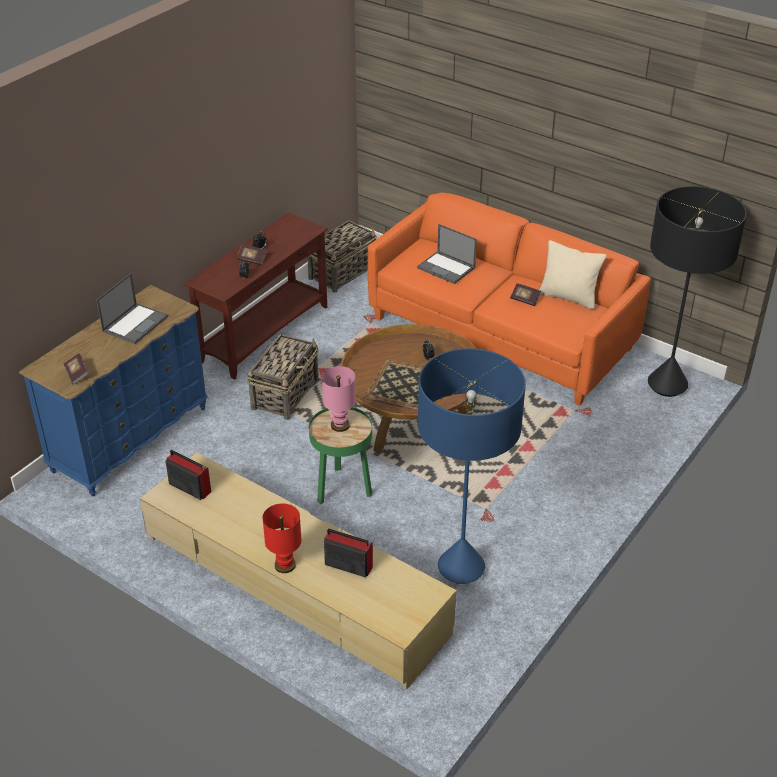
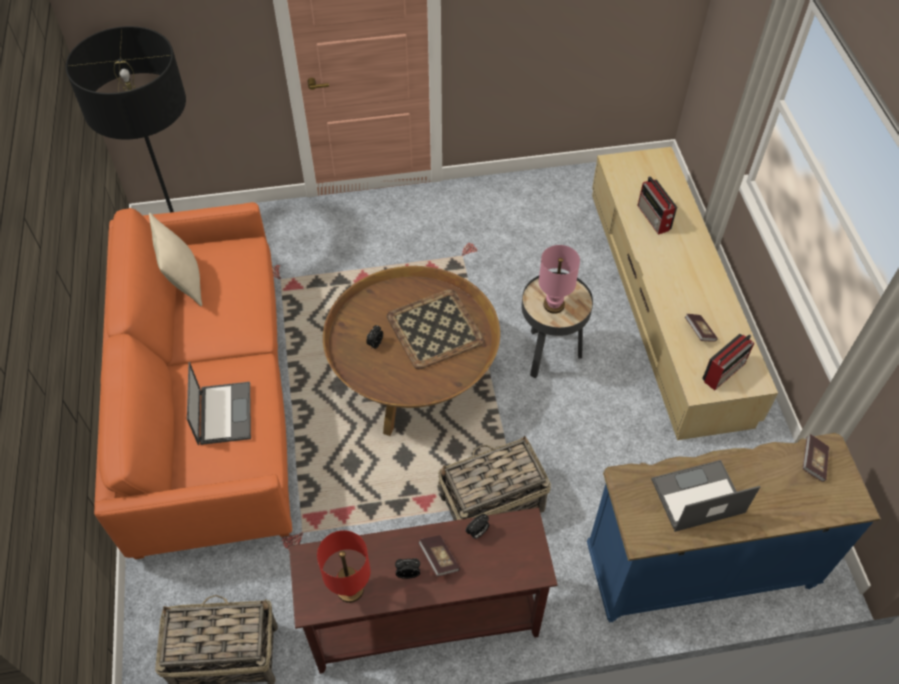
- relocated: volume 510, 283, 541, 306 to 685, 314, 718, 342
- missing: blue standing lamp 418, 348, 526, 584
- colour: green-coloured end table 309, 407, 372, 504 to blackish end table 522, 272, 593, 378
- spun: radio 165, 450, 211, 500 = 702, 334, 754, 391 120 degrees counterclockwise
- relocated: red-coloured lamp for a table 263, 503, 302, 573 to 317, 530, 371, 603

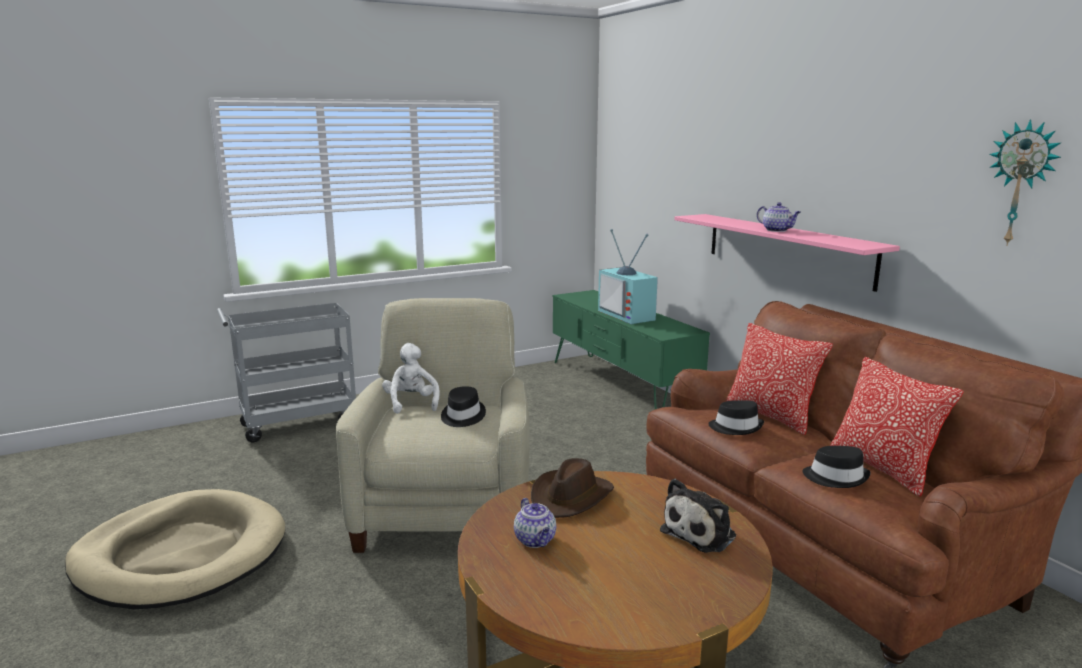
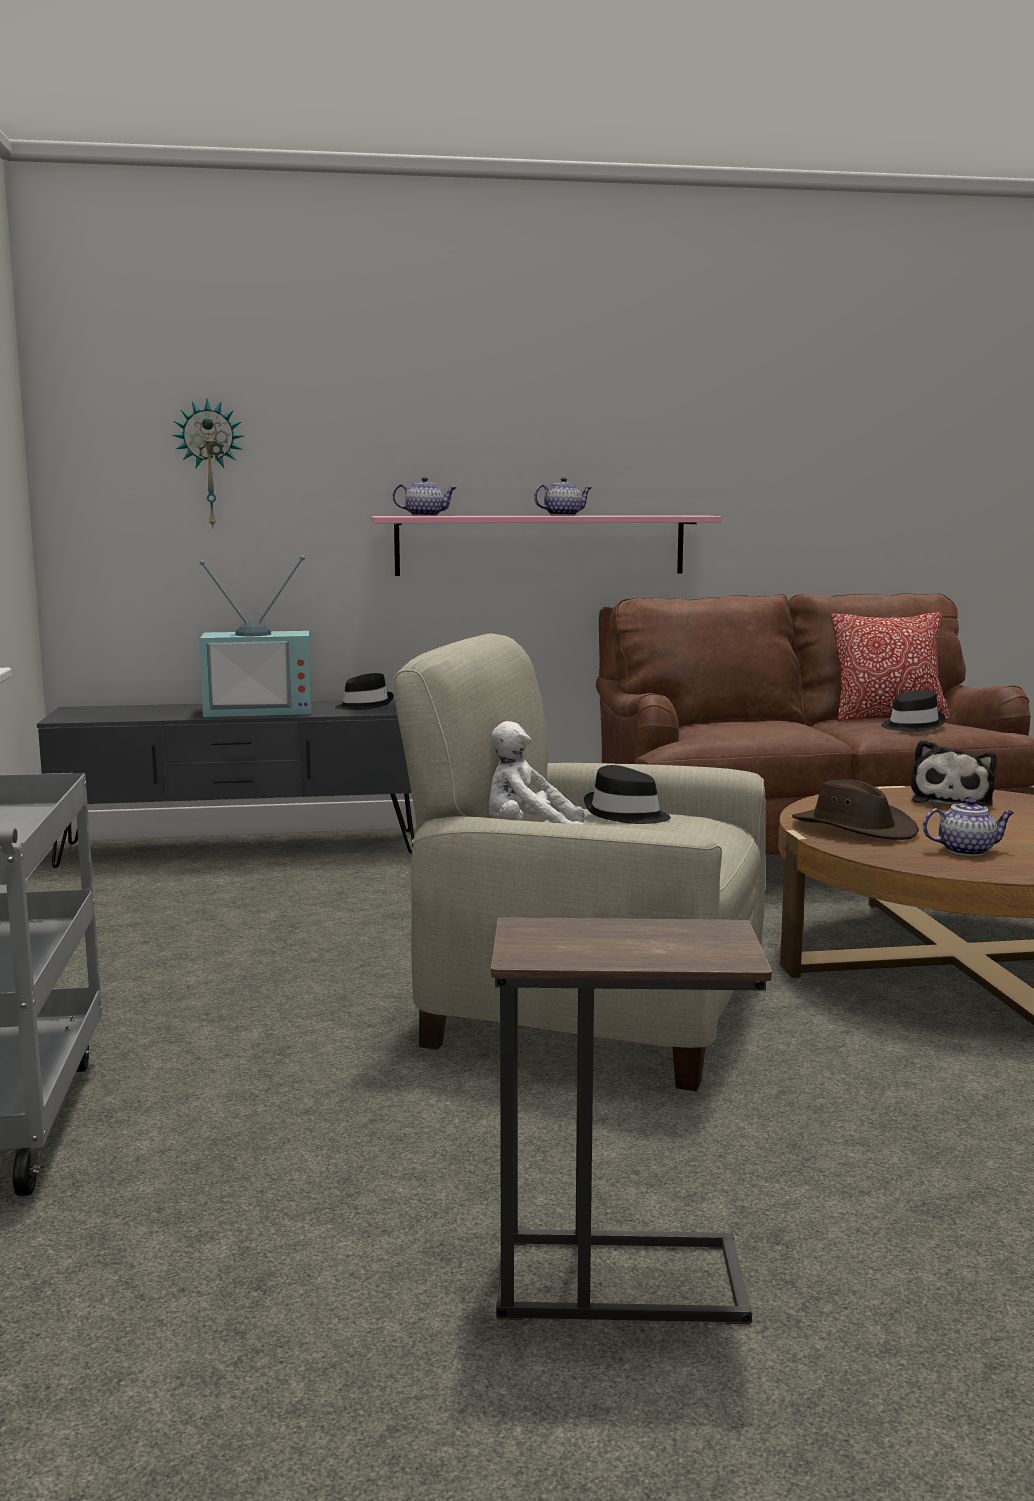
- relocated: clock on the wall 989, 119, 1061, 246 to 172, 399, 244, 530
- colour: green-coloured tv unit 553, 290, 710, 409 to grey tv unit 37, 699, 414, 868
- missing: pillow 725, 323, 833, 435
- relocated: blackish wearable hat 708, 400, 764, 435 to 335, 673, 394, 710
- spun: cuddly toy 660, 479, 736, 553 = 910, 740, 997, 806 45 degrees clockwise
- exchanged: beige-coloured dog cushion 65, 489, 285, 609 to brownish end table 491, 917, 772, 1324
- appeared: pot for tea 393, 477, 456, 516

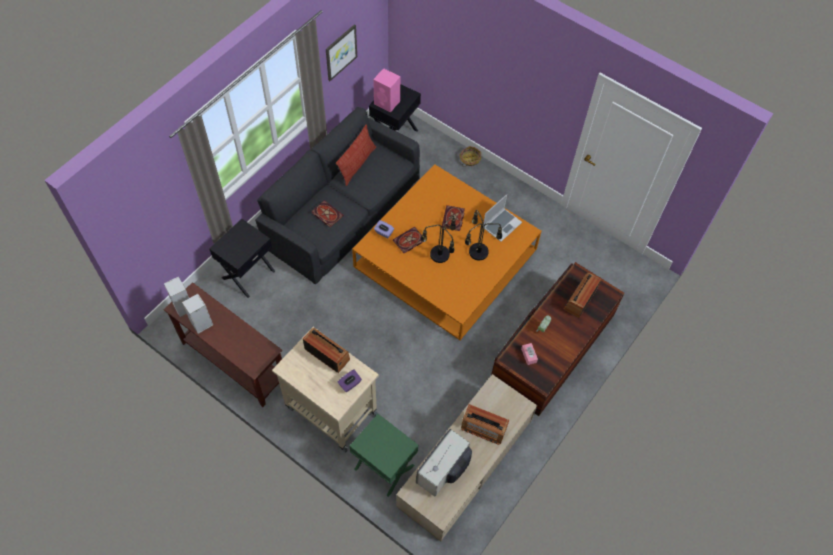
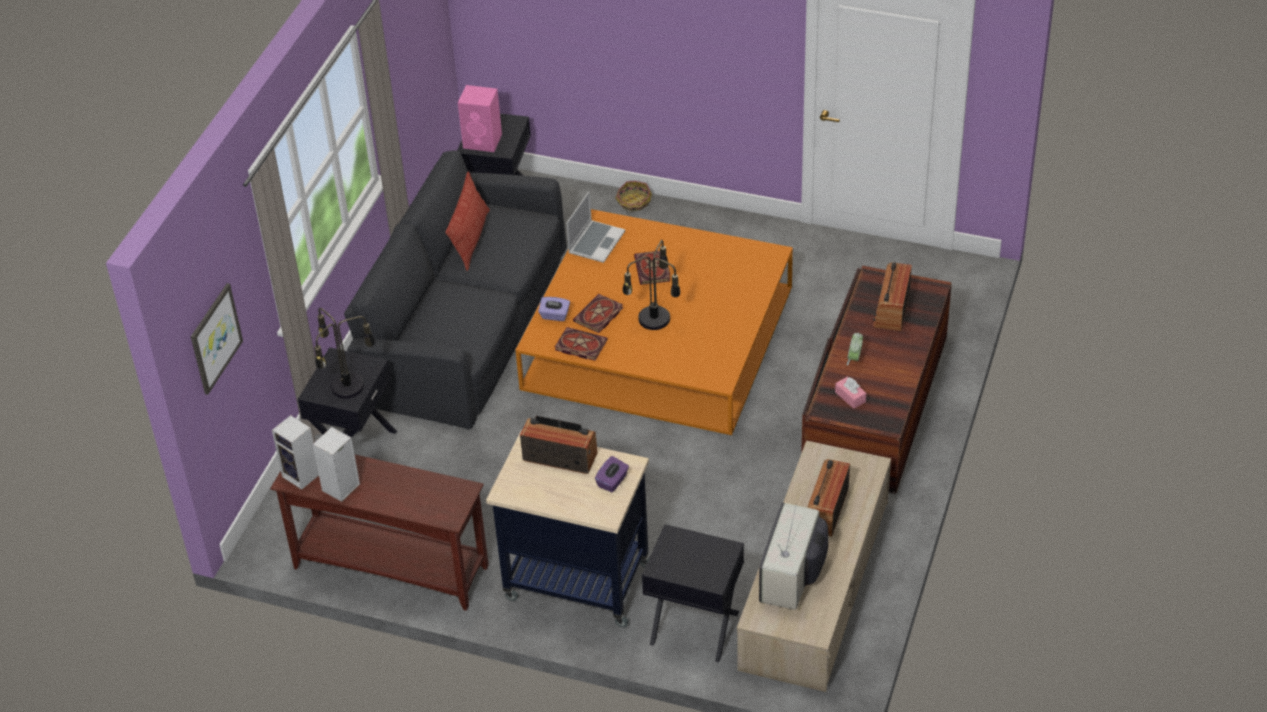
- relocated: wall art 326, 24, 357, 81 to 191, 283, 243, 395
- relocated: portable computer 483, 194, 522, 242 to 567, 191, 625, 263
- relocated: volume 312, 200, 344, 227 to 555, 327, 608, 361
- relocated: lamp for a table 465, 210, 502, 260 to 314, 308, 375, 399
- colour: beige-coloured wheeled cart 272, 327, 379, 452 to blue wheeled cart 486, 430, 649, 627
- spun: radio 461, 404, 509, 445 = 807, 459, 850, 536 105 degrees clockwise
- colour: green-coloured end table 350, 414, 419, 497 to blackish end table 642, 524, 744, 662

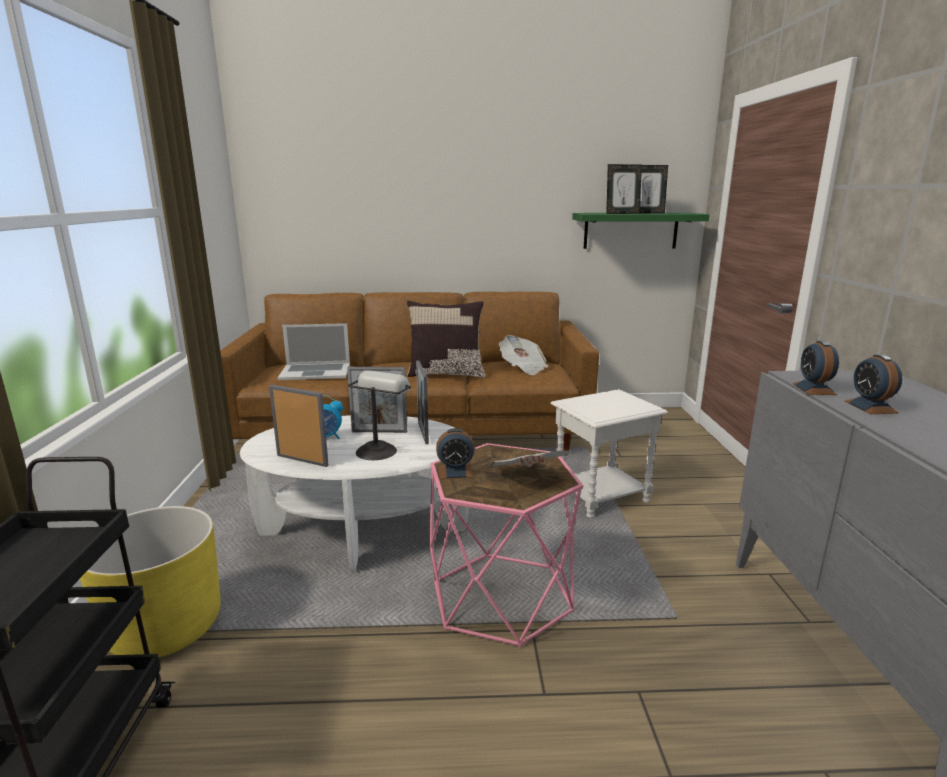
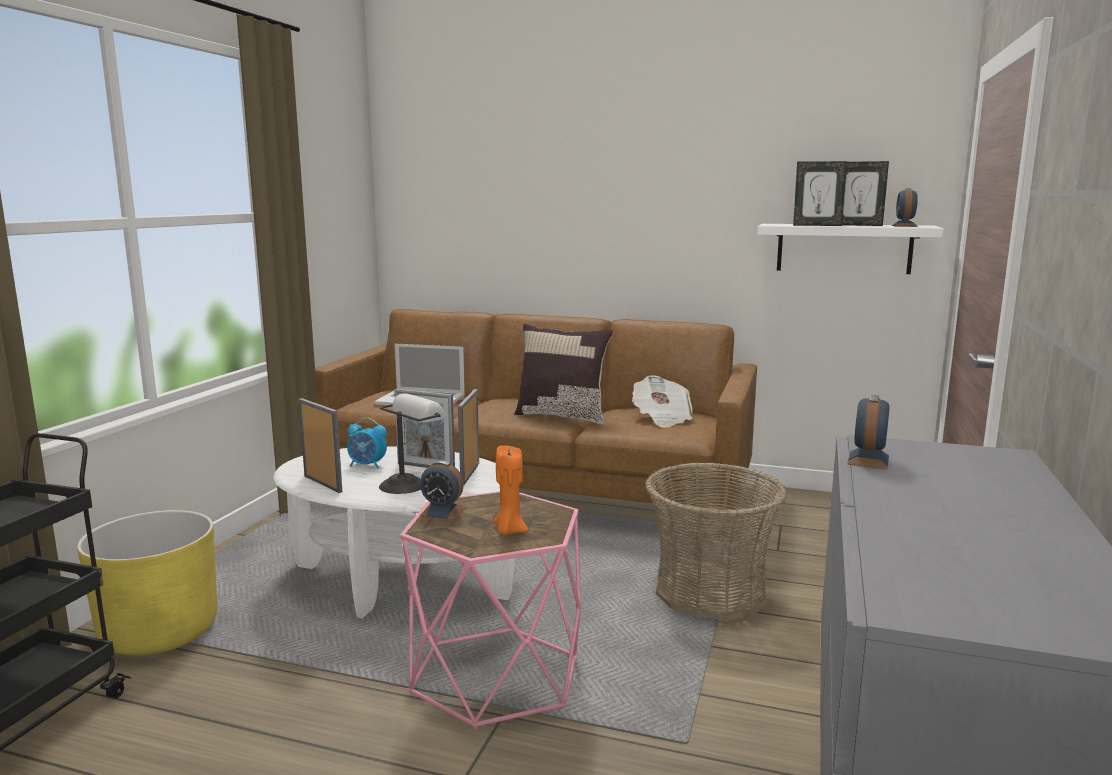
- colour: green-coloured shelf 572, 213, 709, 249 to white-coloured shelf 757, 224, 943, 274
- relocated: table clock 844, 355, 902, 414 to 892, 188, 918, 227
- exchanged: white-coloured end table 550, 389, 668, 517 to household basket 645, 463, 787, 622
- exchanged: newspaper 488, 450, 570, 467 to orange-coloured wax light 493, 445, 529, 535

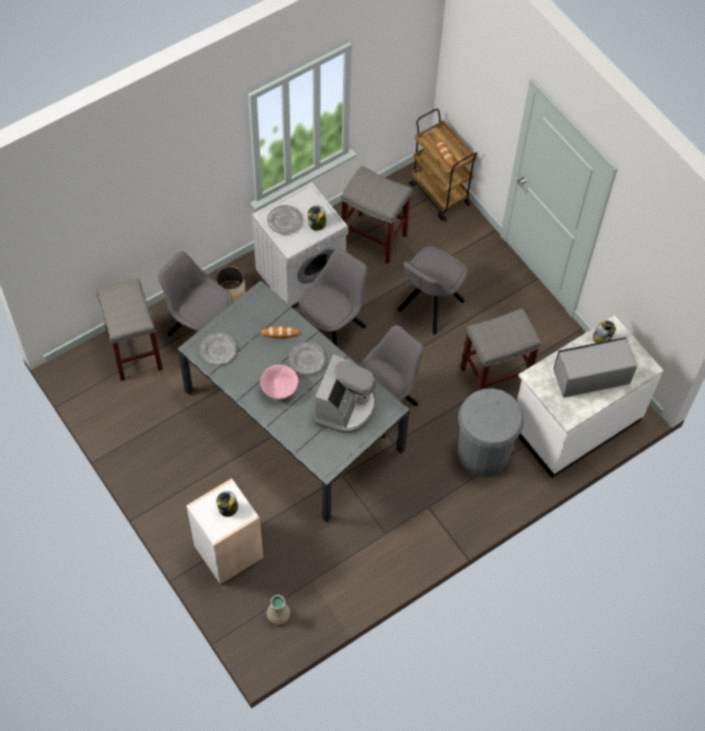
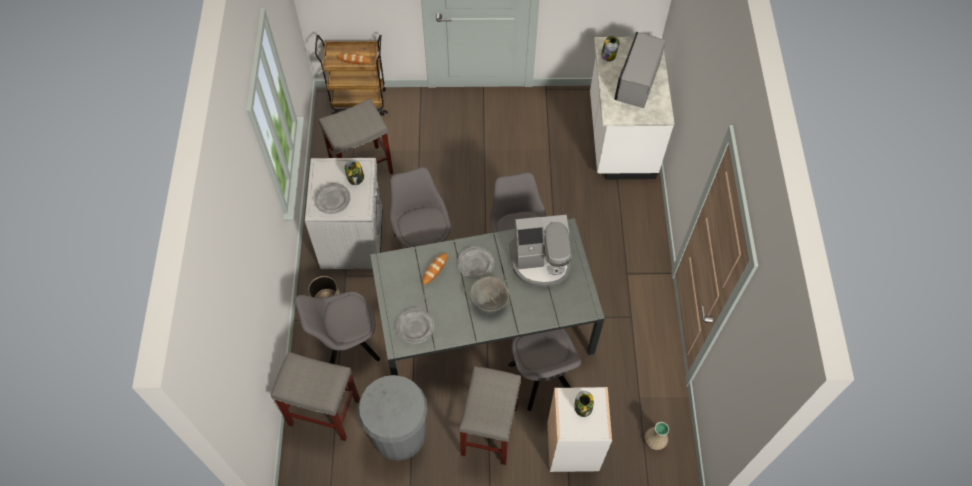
- relocated: grey chair 397, 246, 468, 334 to 508, 329, 581, 411
- relocated: grey stool 460, 308, 541, 391 to 459, 366, 521, 465
- spun: coffee machine 313, 354, 377, 433 = 509, 215, 572, 287 120 degrees clockwise
- colour: pinkish deep dish 260, 365, 298, 399 to grey deep dish 470, 276, 509, 312
- relocated: grey rubbish bin 458, 388, 524, 477 to 358, 375, 428, 461

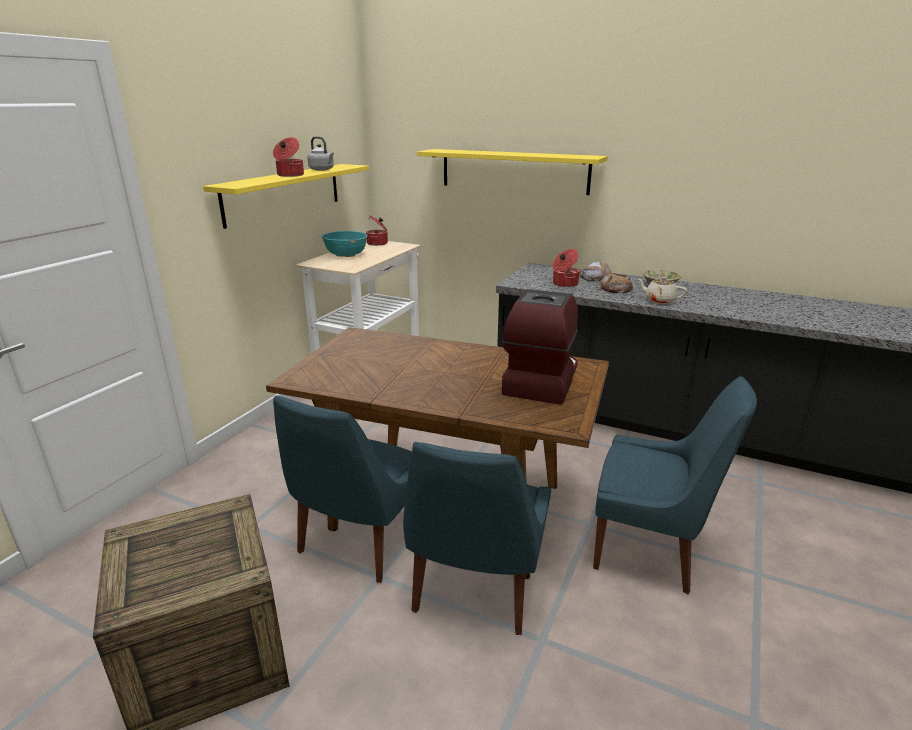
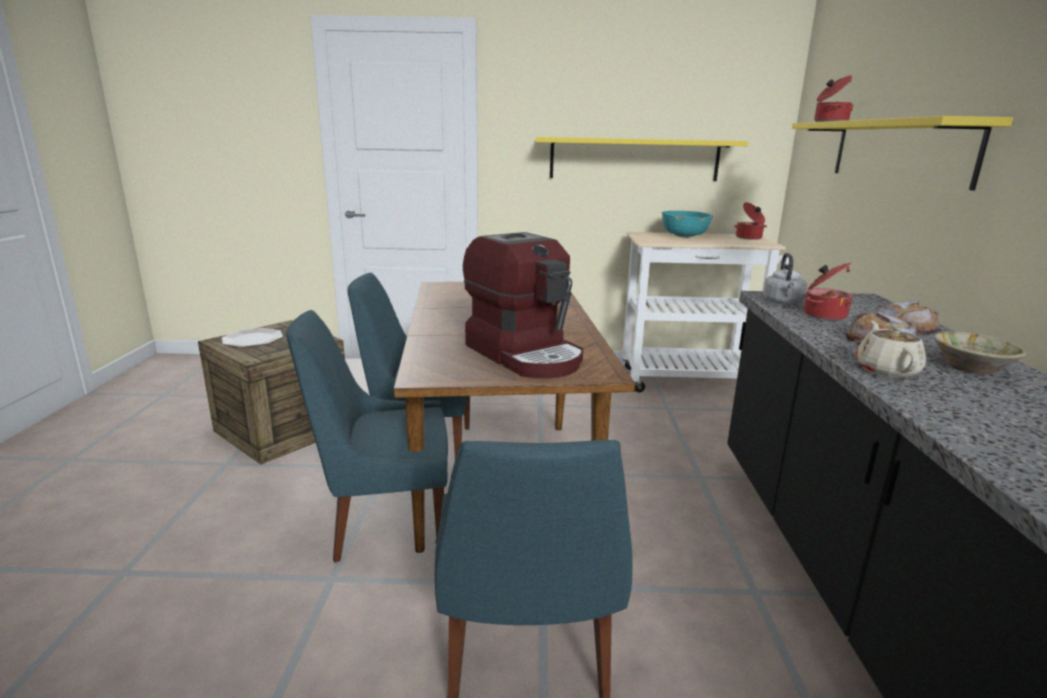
- relocated: grey tea kettle 308, 136, 334, 171 to 763, 253, 807, 305
- relocated: saucepot 273, 137, 304, 177 to 814, 75, 854, 122
- spun: coffee machine 502, 289, 578, 405 = 463, 232, 583, 378 60 degrees clockwise
- appeared: plate 222, 328, 283, 347

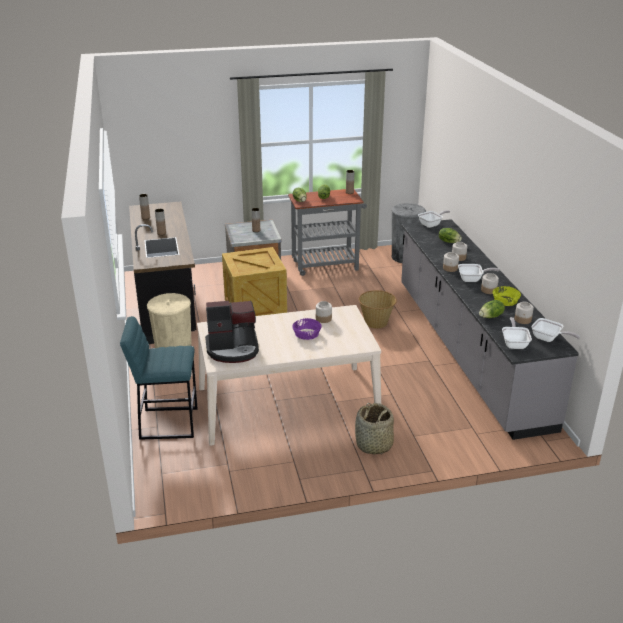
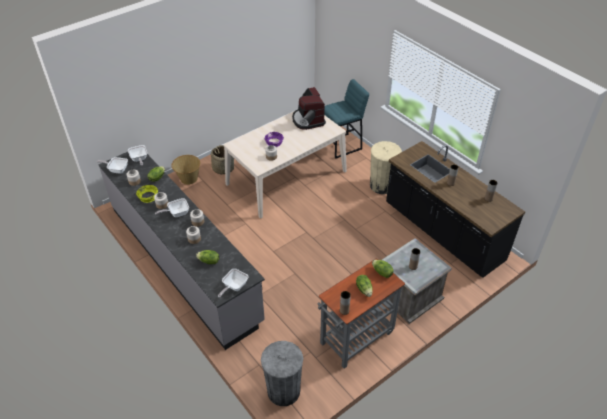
- missing: packing crate 222, 247, 287, 316
- relocated: household basket 359, 290, 397, 329 to 171, 155, 201, 185
- spun: coffee machine 205, 301, 259, 363 = 292, 87, 326, 130 75 degrees counterclockwise

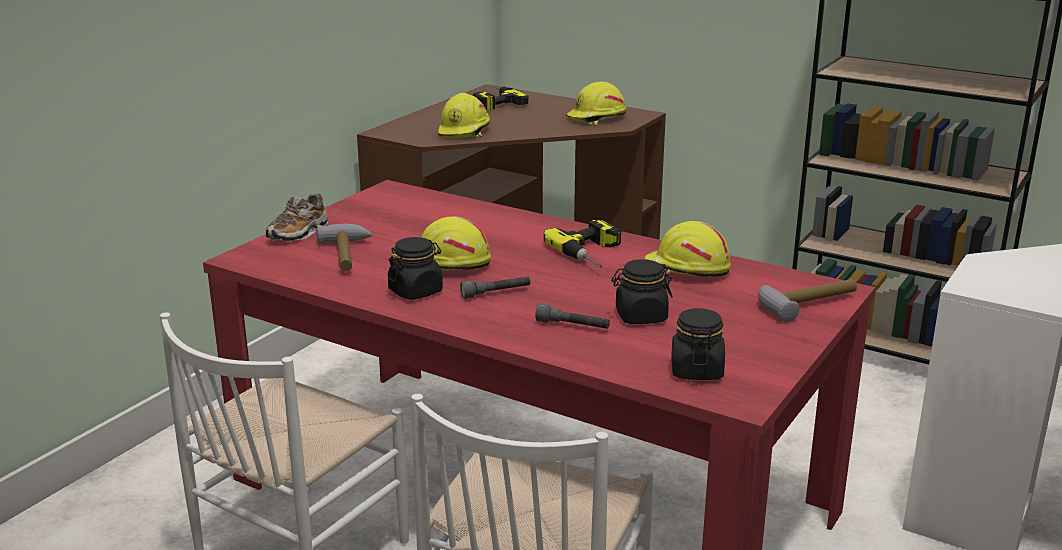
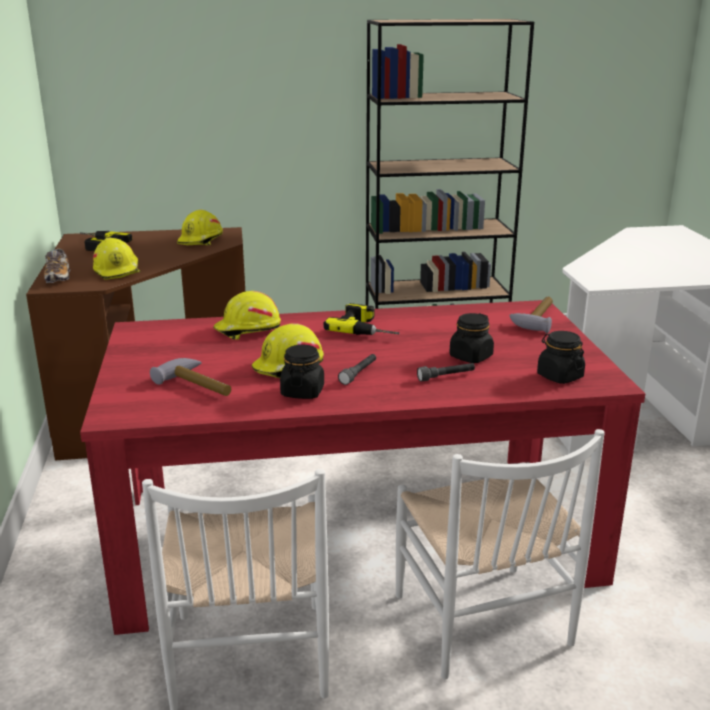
- relocated: low shoe 266, 193, 328, 242 to 44, 248, 70, 283
- relocated: yellowish work helmet 644, 221, 731, 277 to 213, 291, 281, 340

